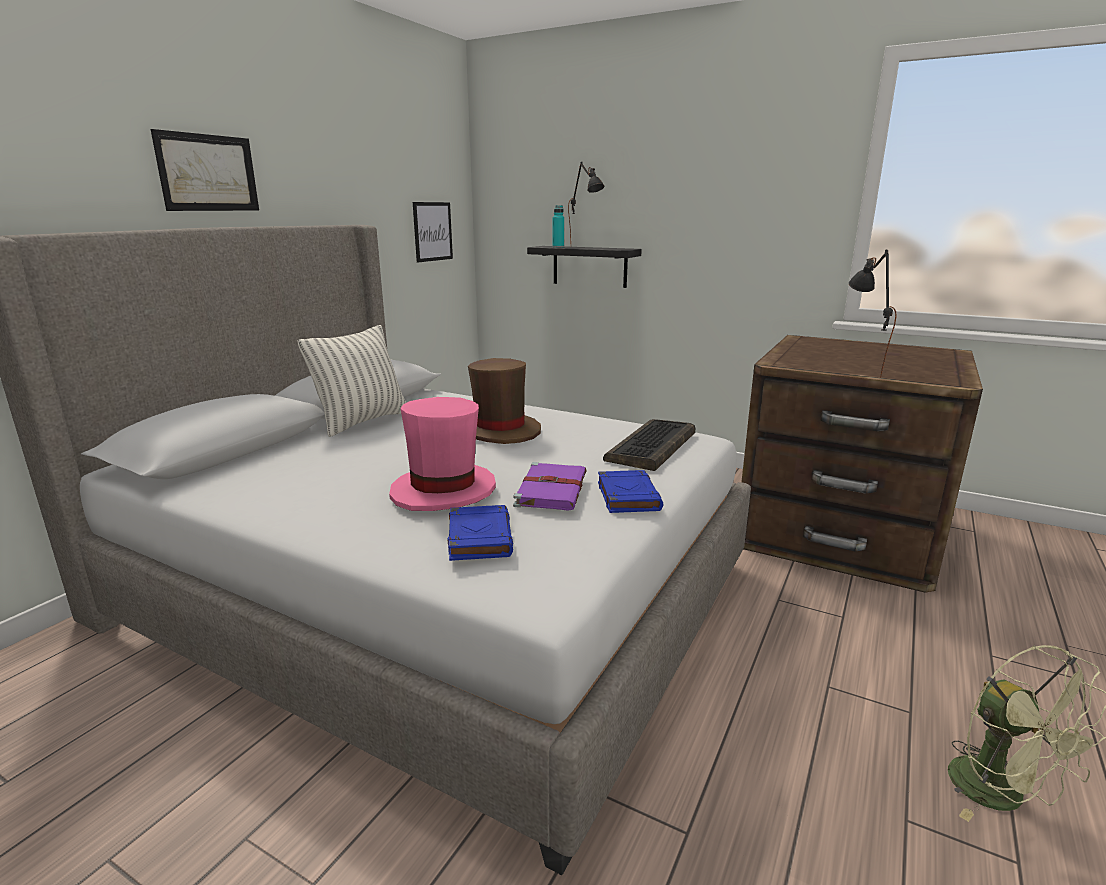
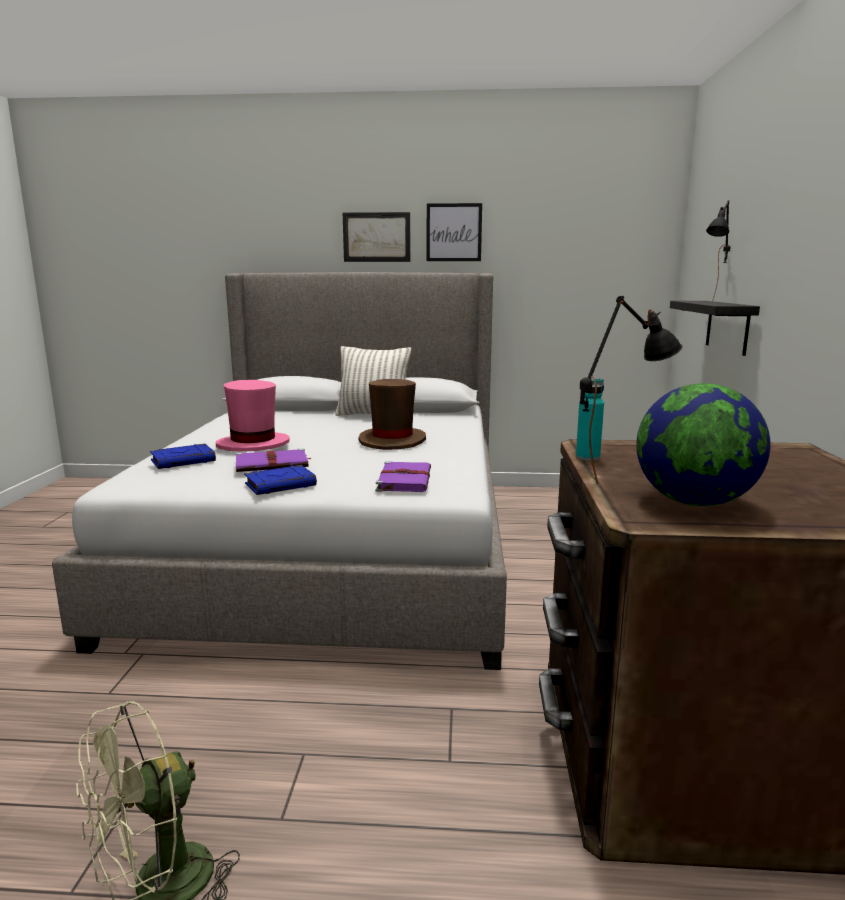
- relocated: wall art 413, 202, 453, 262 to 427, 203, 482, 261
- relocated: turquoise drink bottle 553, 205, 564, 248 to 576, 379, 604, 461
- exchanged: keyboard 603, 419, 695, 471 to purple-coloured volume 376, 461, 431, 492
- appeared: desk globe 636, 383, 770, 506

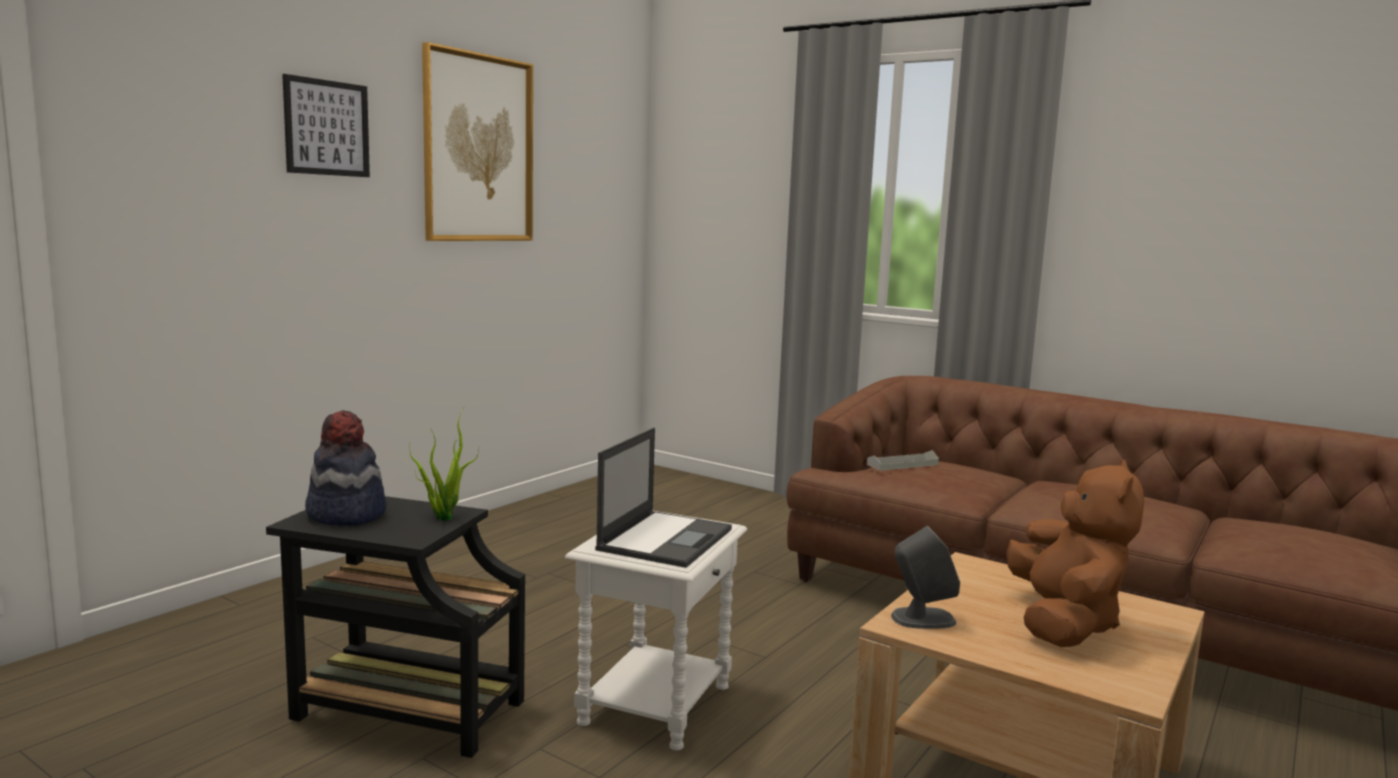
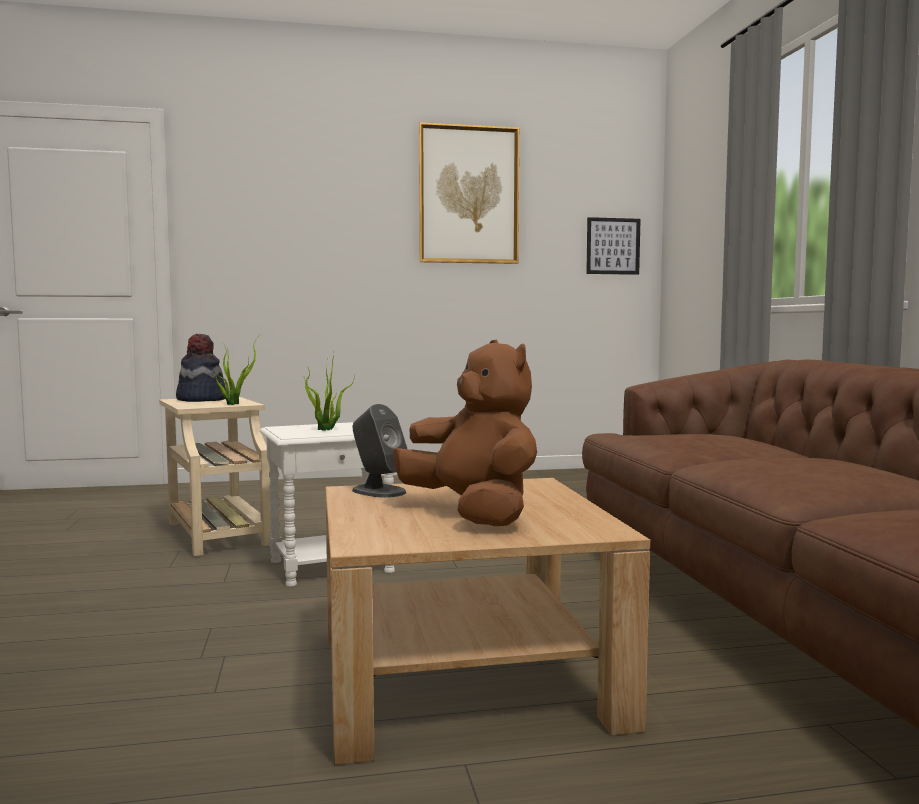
- relocated: wall art 282, 74, 370, 177 to 586, 217, 641, 275
- exchanged: portable computer 595, 428, 732, 568 to potted plant 304, 351, 355, 430
- missing: grey carrying tray 867, 450, 939, 471
- spun: brownish cuddly toy 1006, 460, 1144, 647 = 392, 339, 537, 526 90 degrees counterclockwise
- colour: blackish end table 266, 496, 525, 758 to beige-coloured end table 159, 397, 272, 556

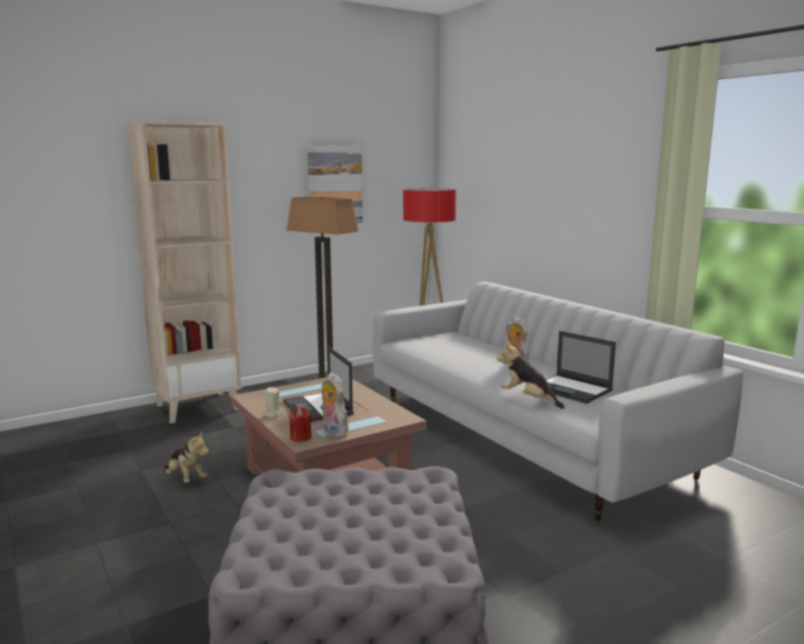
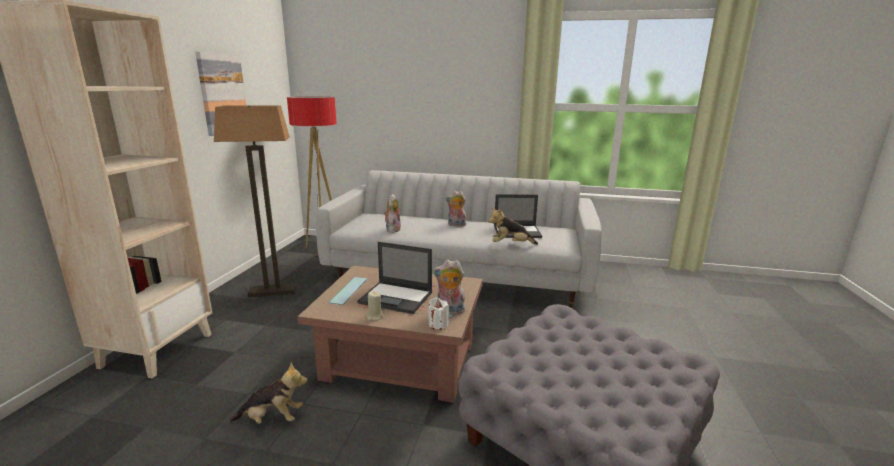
- colour: red-coloured wax light 289, 407, 312, 442 to white-coloured wax light 428, 297, 449, 330
- appeared: cuddly toy 384, 194, 401, 233

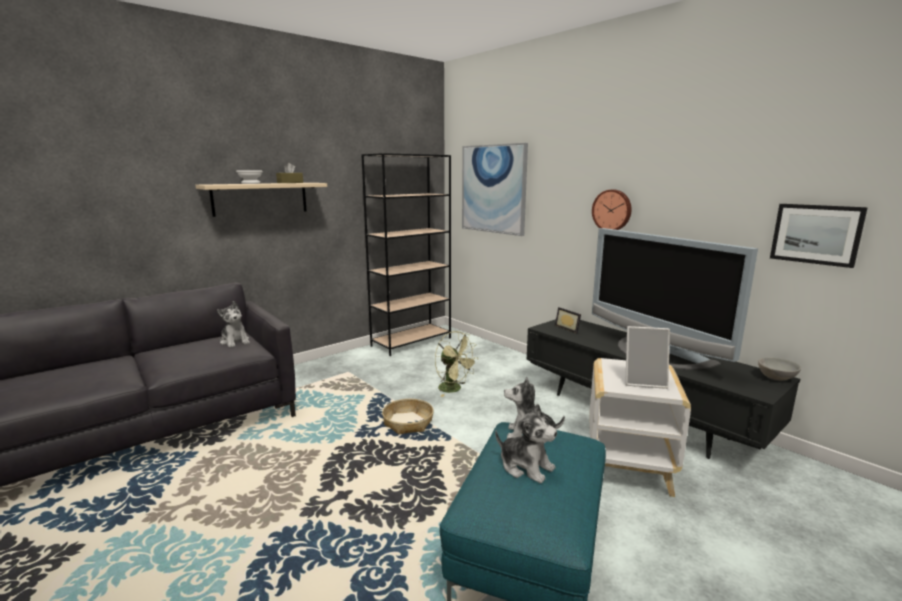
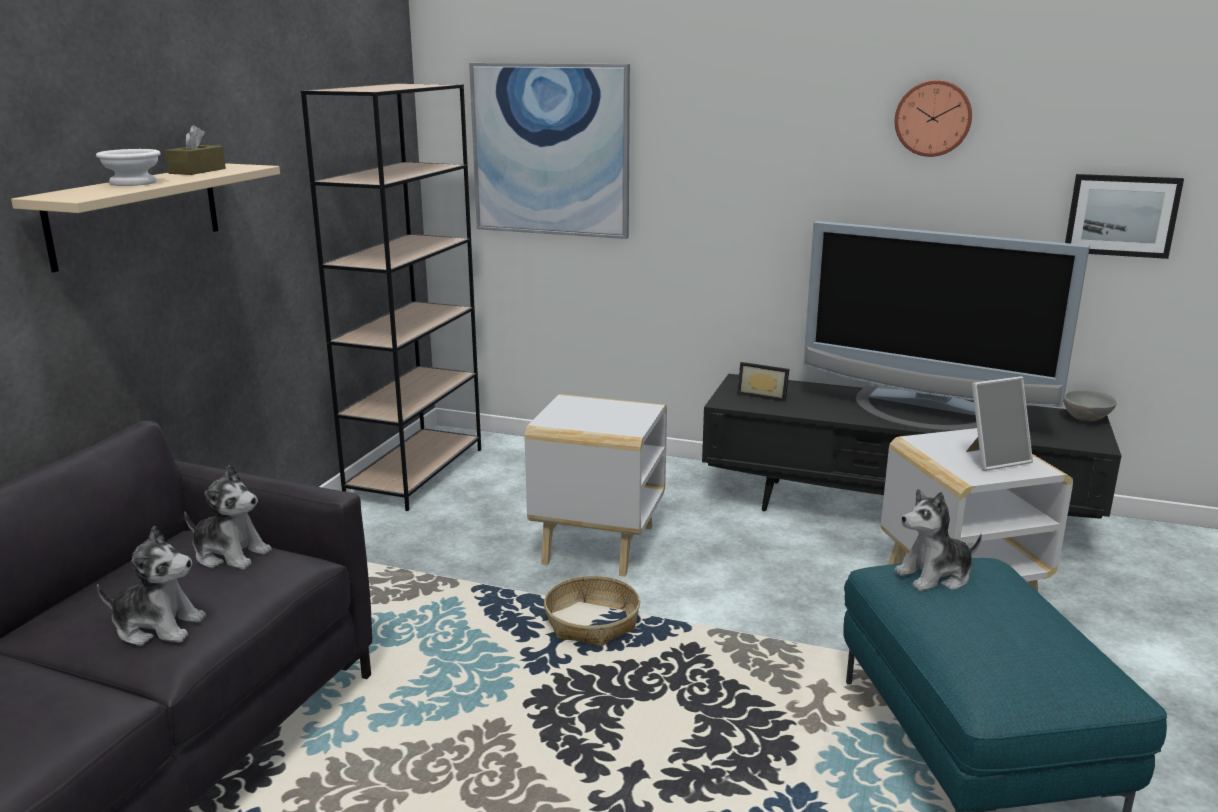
- relocated: clock on the wall 592, 190, 632, 230 to 895, 80, 972, 157
- exchanged: green-coloured cooling fan 435, 331, 479, 397 to white-coloured end table 525, 394, 667, 577
- relocated: cuddly toy 495, 404, 557, 483 to 97, 525, 206, 646

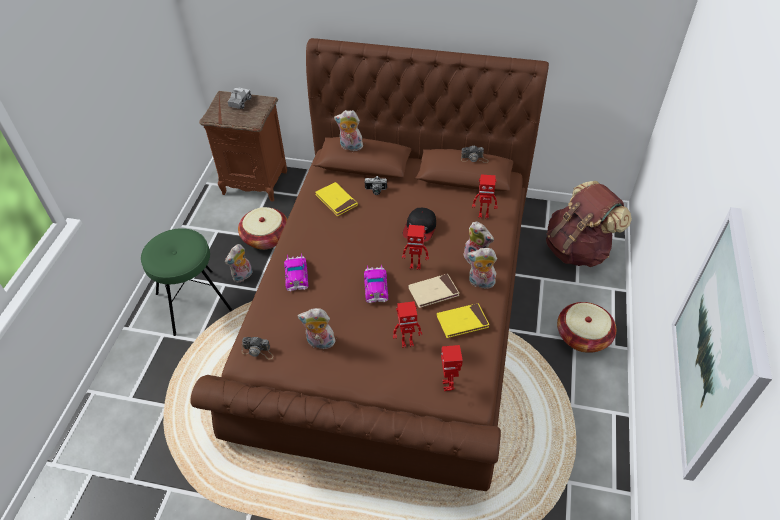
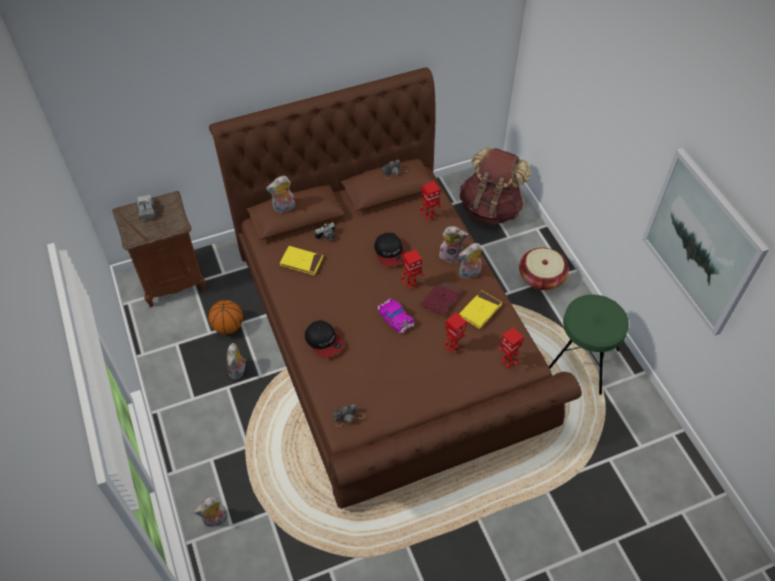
- exchanged: household basket 238, 207, 288, 250 to ball for basketball 209, 300, 243, 334
- relocated: green-coloured stool 141, 228, 233, 336 to 549, 294, 629, 395
- exchanged: toy car 284, 253, 308, 292 to baseball cap 305, 320, 344, 358
- colour: beige-coloured volume 408, 274, 459, 308 to red-coloured volume 421, 279, 463, 317
- relocated: cuddly toy 298, 308, 335, 349 to 193, 496, 228, 528

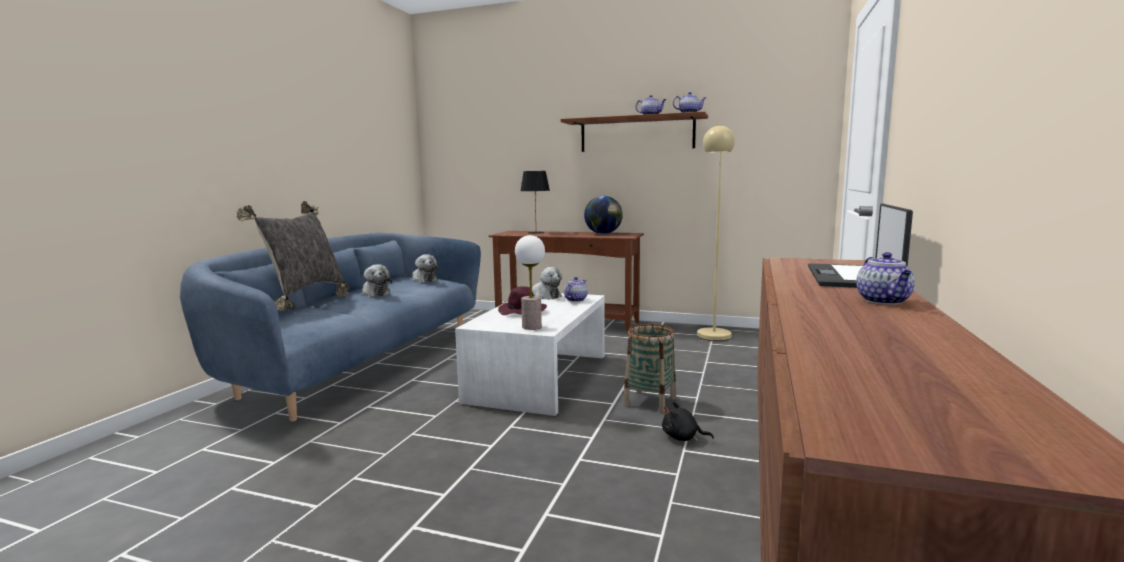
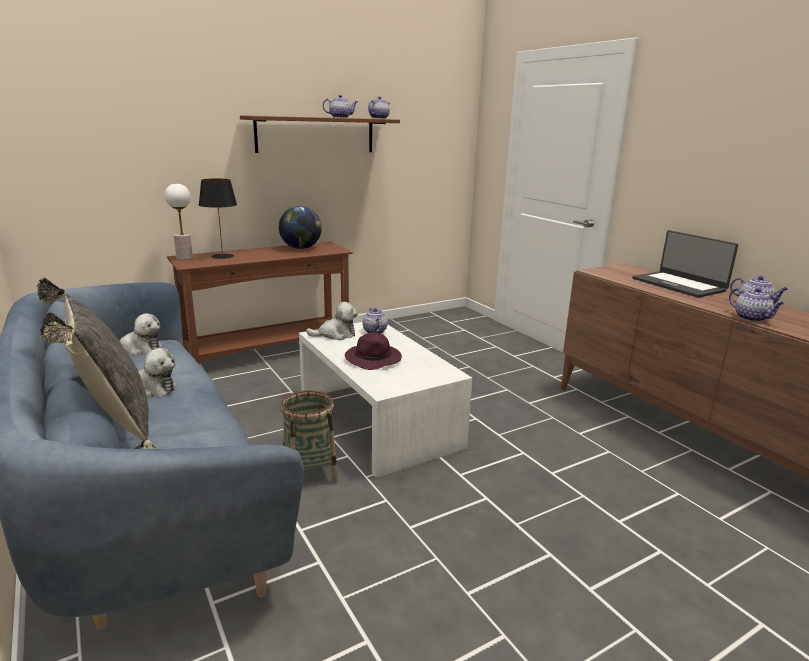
- missing: beige-coloured standing lamp 697, 123, 735, 341
- relocated: lamp for a table 515, 235, 545, 330 to 165, 183, 193, 260
- relocated: household basket 623, 324, 676, 413 to 281, 390, 338, 483
- missing: blackish cuddly toy 662, 402, 714, 441
- appeared: pot for tea 729, 288, 785, 322

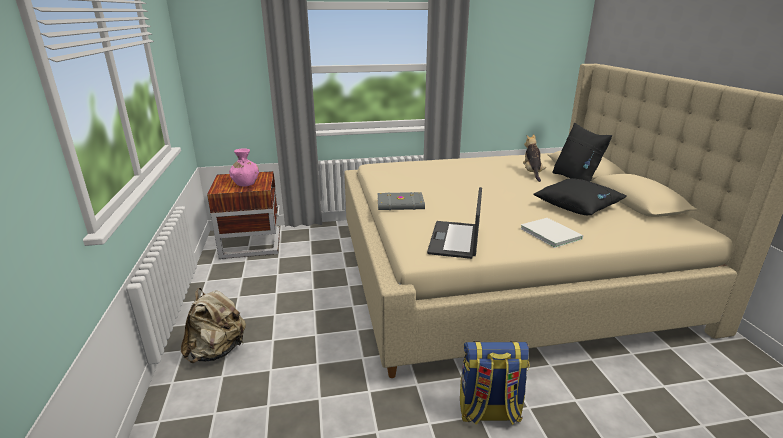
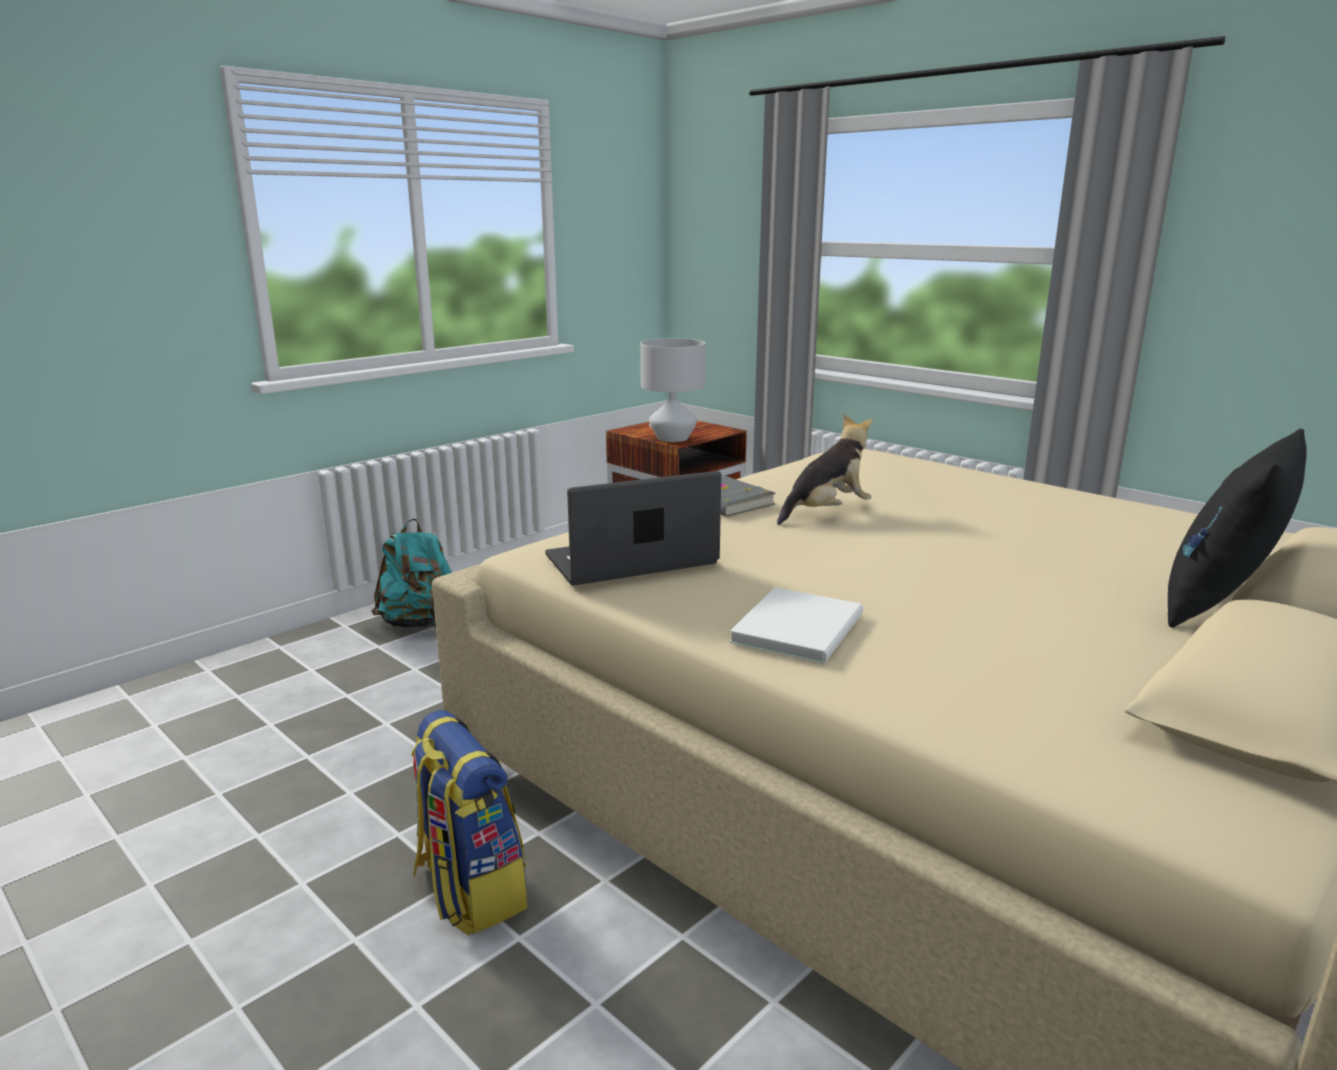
- relocated: cuddly toy 523, 134, 546, 182 to 777, 414, 873, 525
- exchanged: pinkish flower vase 229, 148, 259, 186 to white-coloured lamp for a table 640, 339, 706, 442
- missing: blackish pillow 533, 178, 627, 215
- colour: beige-coloured knapsack 181, 288, 246, 363 to turquoise knapsack 371, 518, 452, 628

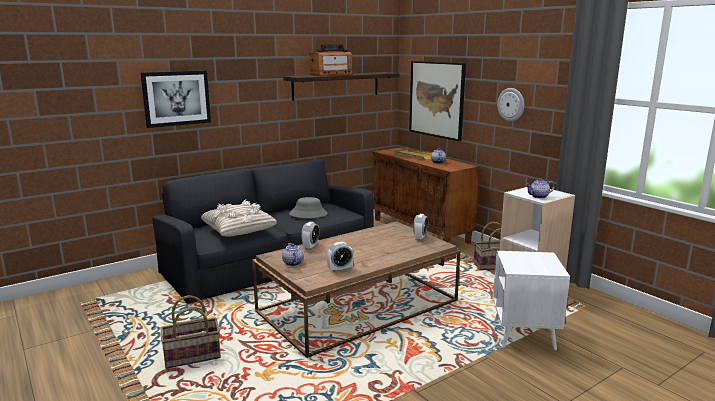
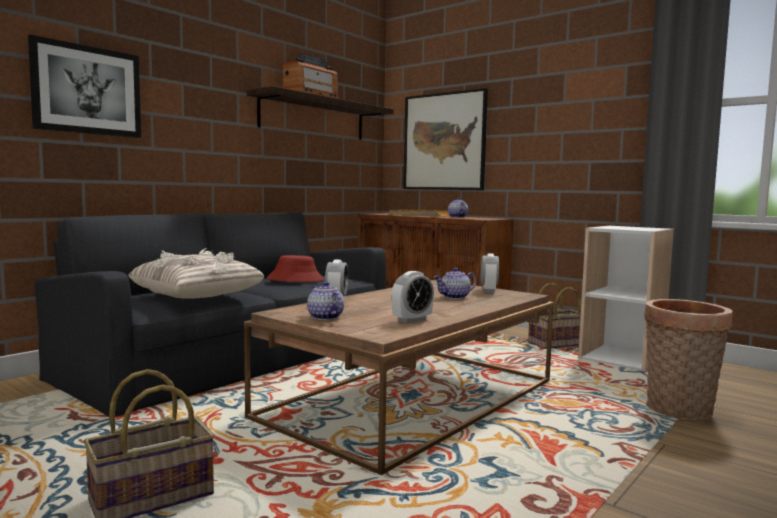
- missing: clock on the wall 497, 88, 524, 121
- relocated: pot for tea 526, 178, 554, 199 to 434, 268, 476, 299
- colour: grey wearable hat 289, 197, 328, 218 to red-coloured wearable hat 267, 255, 324, 282
- exchanged: white-coloured end table 493, 251, 570, 350 to household basket 644, 299, 733, 420

